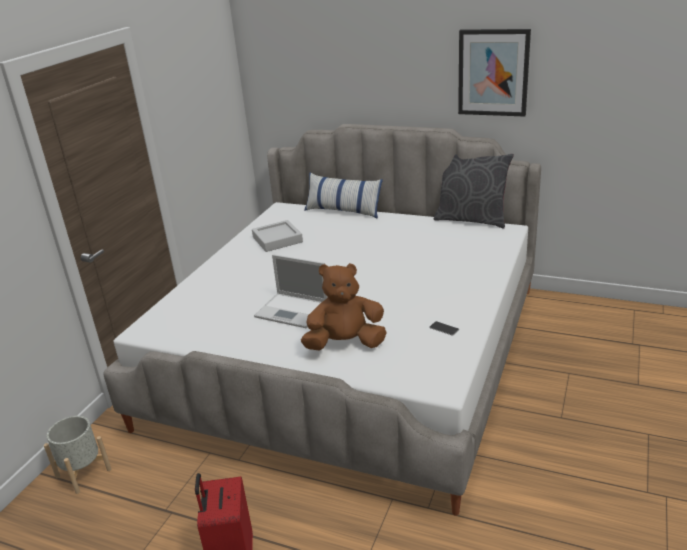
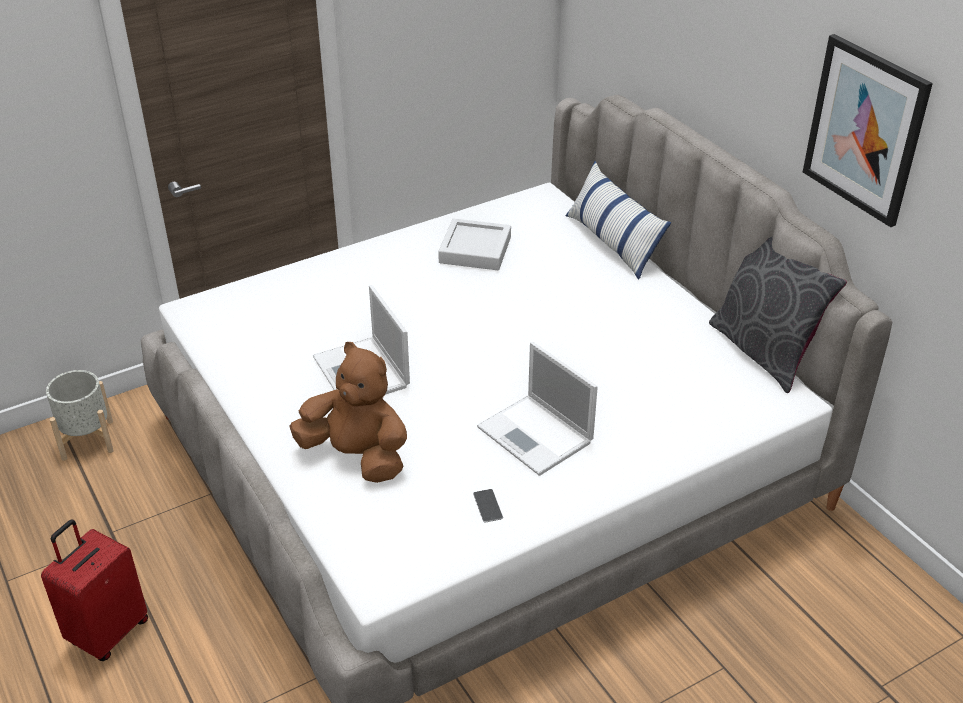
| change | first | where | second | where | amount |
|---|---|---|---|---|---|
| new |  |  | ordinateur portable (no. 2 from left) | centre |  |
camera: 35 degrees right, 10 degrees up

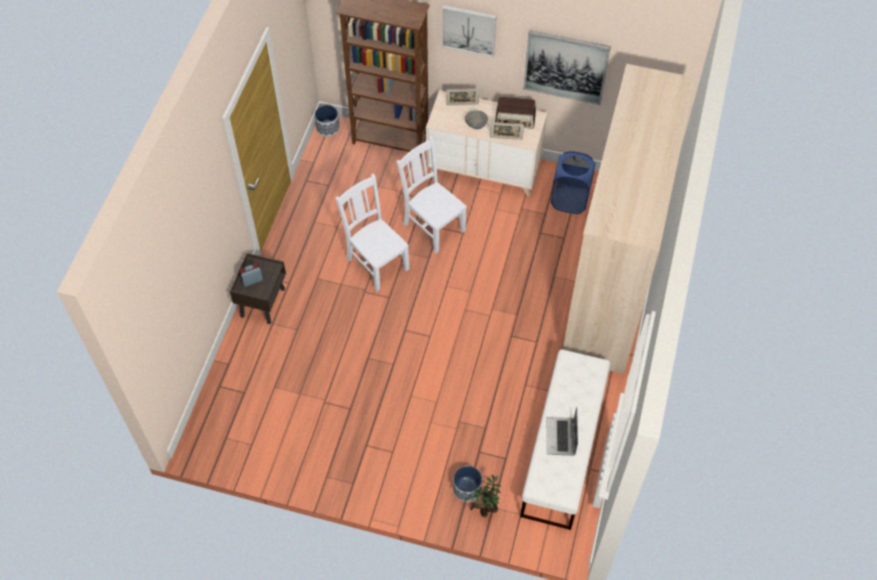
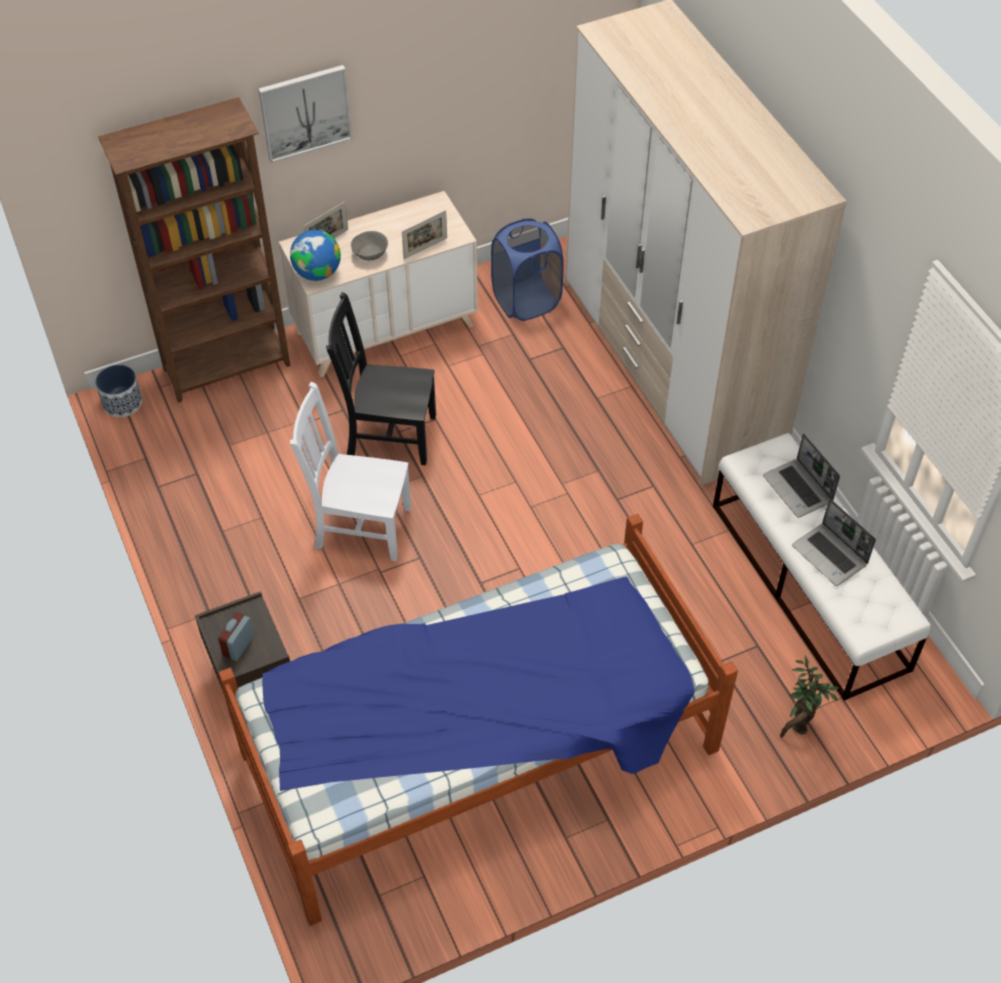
| change | first | where | second | where | amount |
|---|---|---|---|---|---|
| gone | tableau (no. 2 from left) | top centre |  |  |  |
| gone | radio | top centre |  |  |  |
| repainted | chaise [blanc] (no. 2 from left) | centre | chaise [noir] | centre |  |
| gone | cache-pot (no. 2 from left) | bottom centre |  |  |  |
| new |  |  | globe | top left |  |
| new |  |  | ordinateur portable (no. 1 from left) | middle right |  |
| new |  |  | lit | bottom centre |  |
camera: 40 degrees left, 5 degrees down

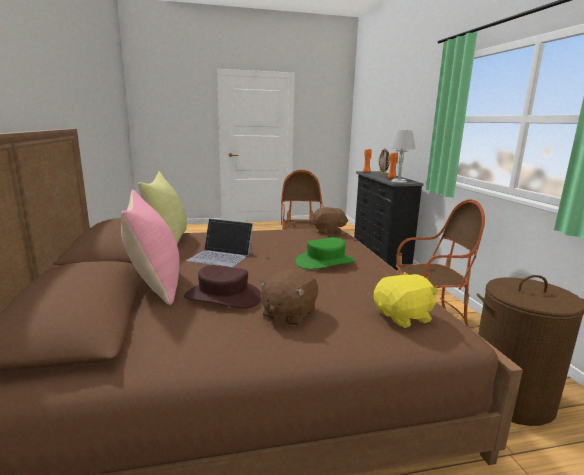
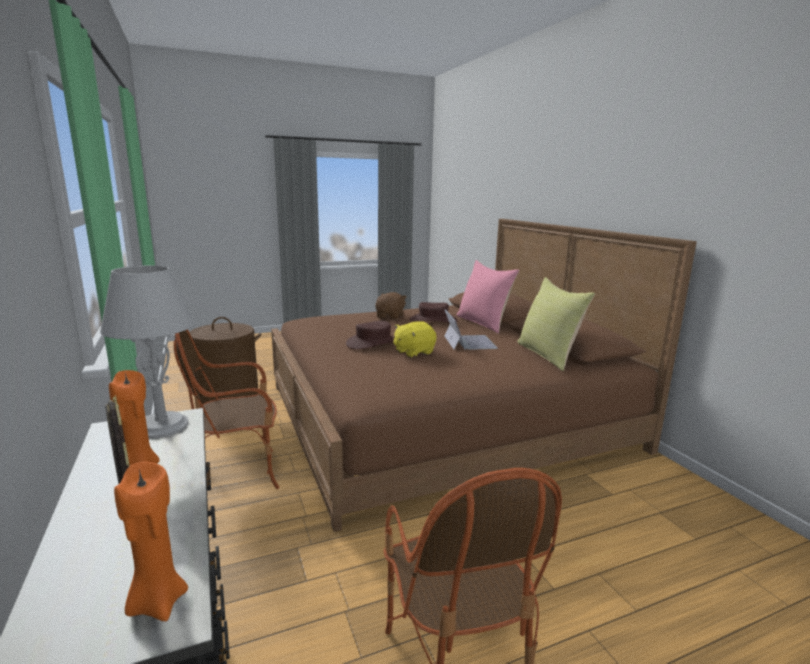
| change | first | where | second | where | amount |
|---|---|---|---|---|---|
| gone | peluche [marron] (no. 2 from left) | centre |  |  |  |
| rotated | ordinateur portable | centre |  | centre | 75 degrees clockwise |
| repainted | chapeau [vert] | centre | chapeau [marron] (no. 1 from left) | centre |  |
| shifted | peluche [jaune] | middle right |  | centre |  |
camera: 170 degrees right, 0 degrees up

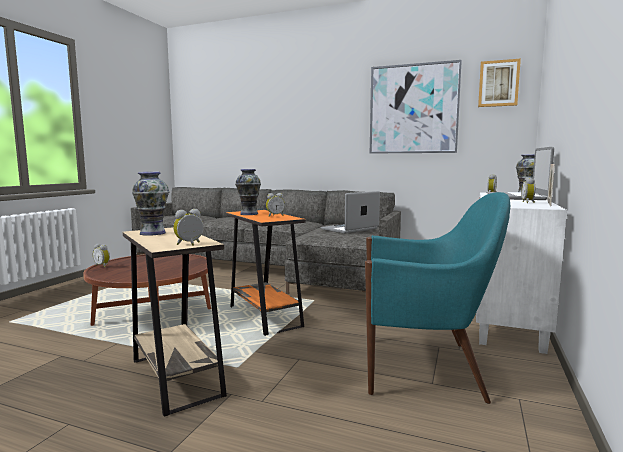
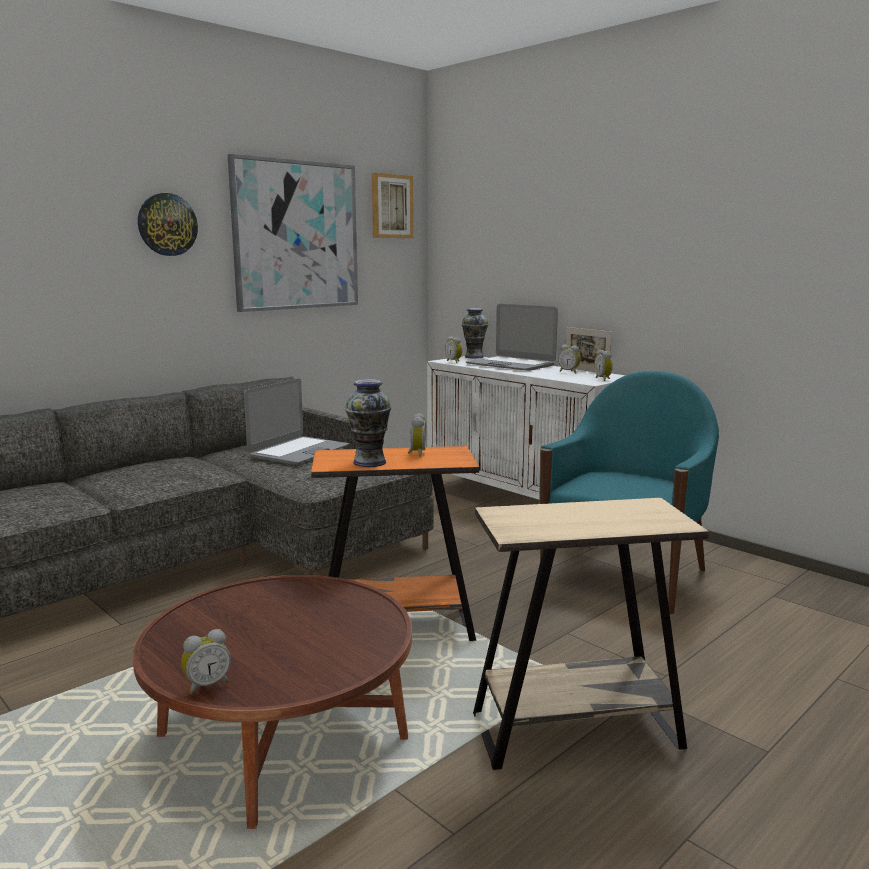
| change | first | where | second | where | amount |
|---|---|---|---|---|---|
| gone | vase (no. 1 from left) | middle left |  |  |  |
| rotated | ordinateur portable (no. 1 from left) | centre |  | centre | 135 degrees counterclockwise |
| shifted | réveil (no. 2 from left in the first image) | middle left | réveil (no. 5 from left) | middle right |  |
| new |  |  | horloge murale | top left |  |
camera: 65 degrees left, 5 degrees up

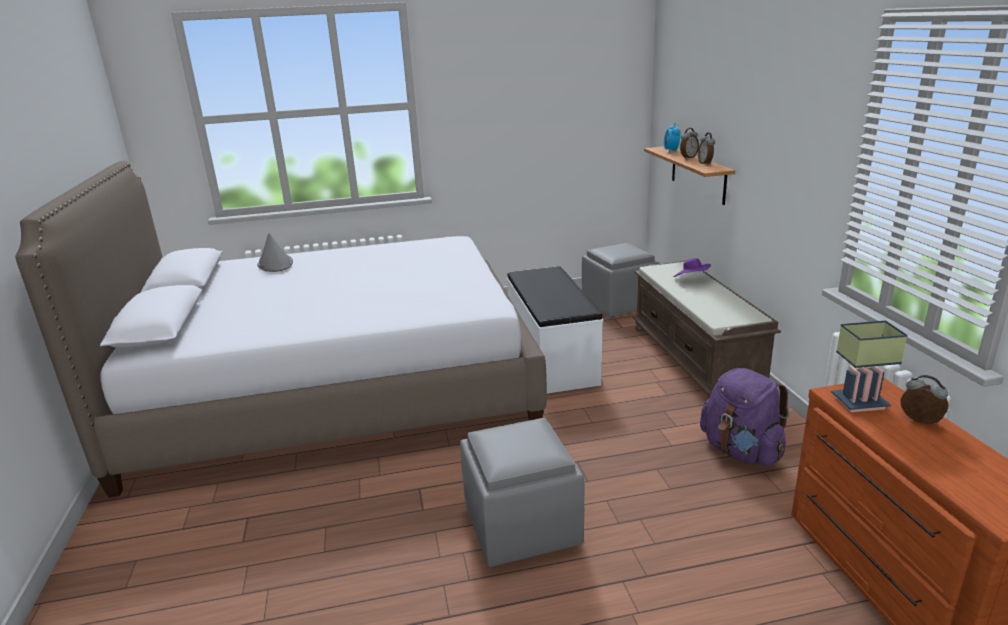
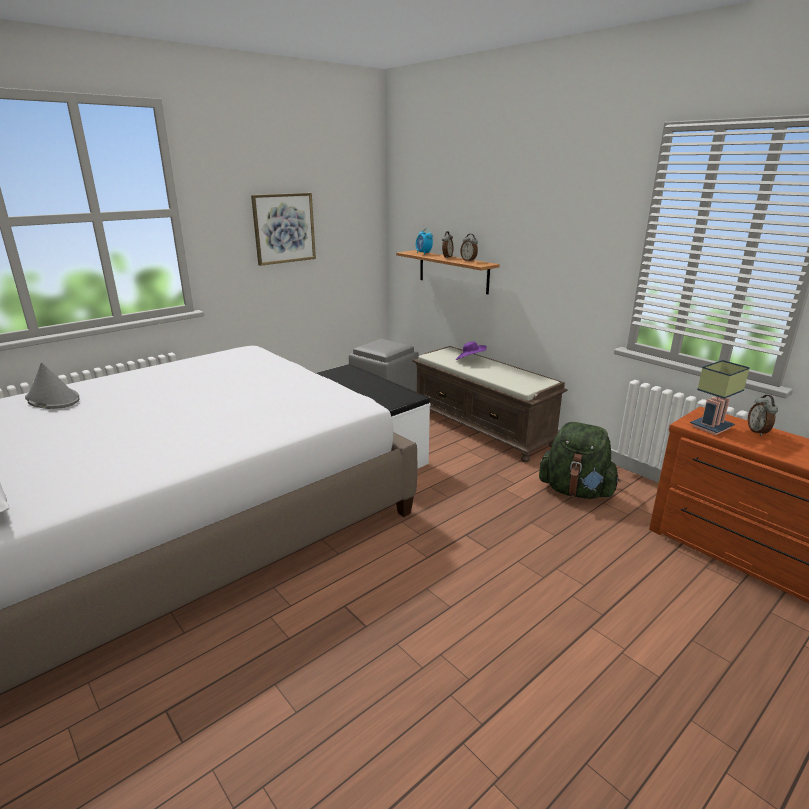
| change | first | where | second | where | amount |
|---|---|---|---|---|---|
| repainted | sac à dos [violet] | bottom right | sac à dos [vert] | middle right |  |
| rotated | réveil (no. 4 from left) | middle right |  | middle right | 105 degrees counterclockwise |
| gone | pouf [gris] (no. 1 from left) | bottom centre |  |  |  |
| new |  |  | tableau | top centre |  |
camera: 30 degrees left, 0 degrees up

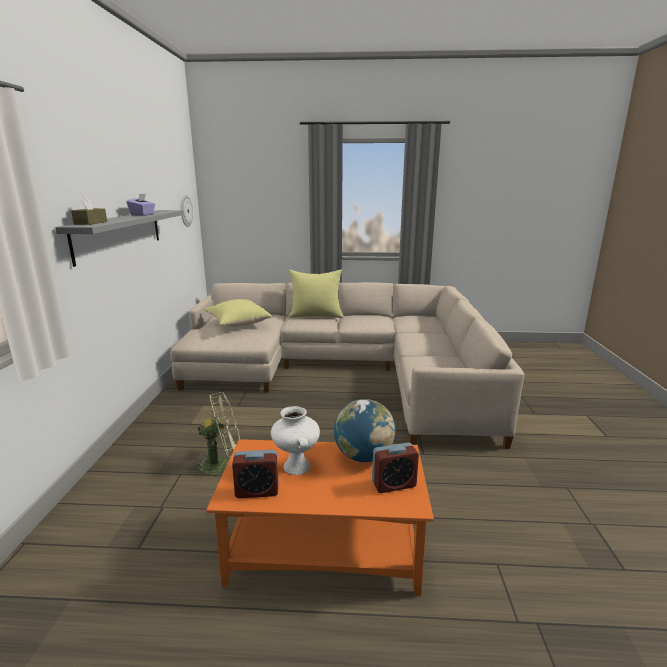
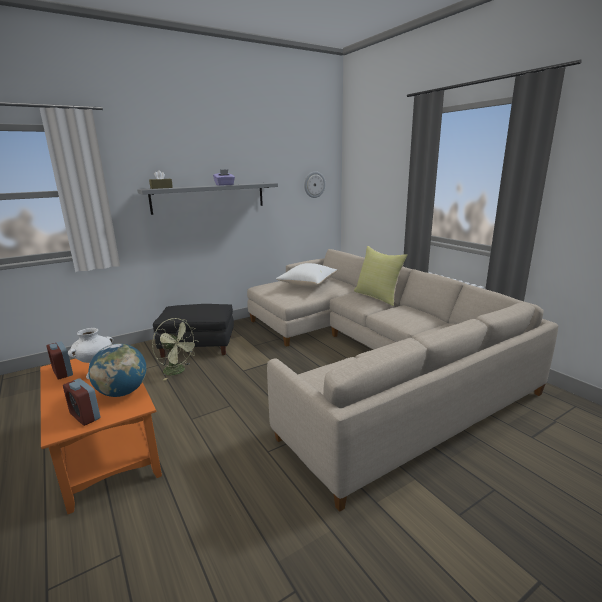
| change | first | where | second | where | amount |
|---|---|---|---|---|---|
| repainted | coussin [jaune] (no. 1 from left) | centre | coussin [blanc] | centre |  |
| new |  |  | pouf [noir] | middle left |  |
camera: 55 degrees right, 0 degrees up

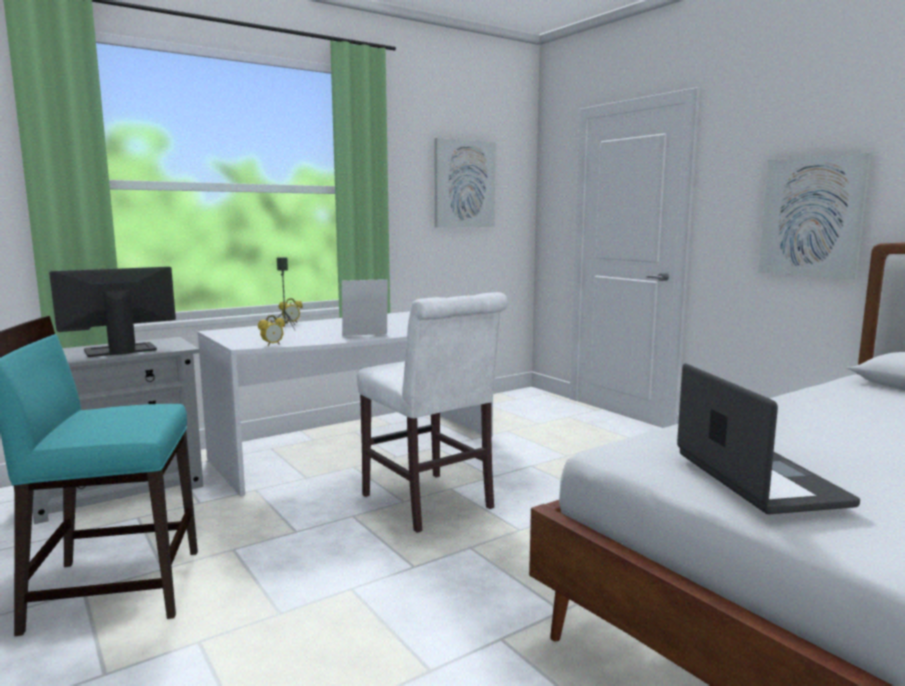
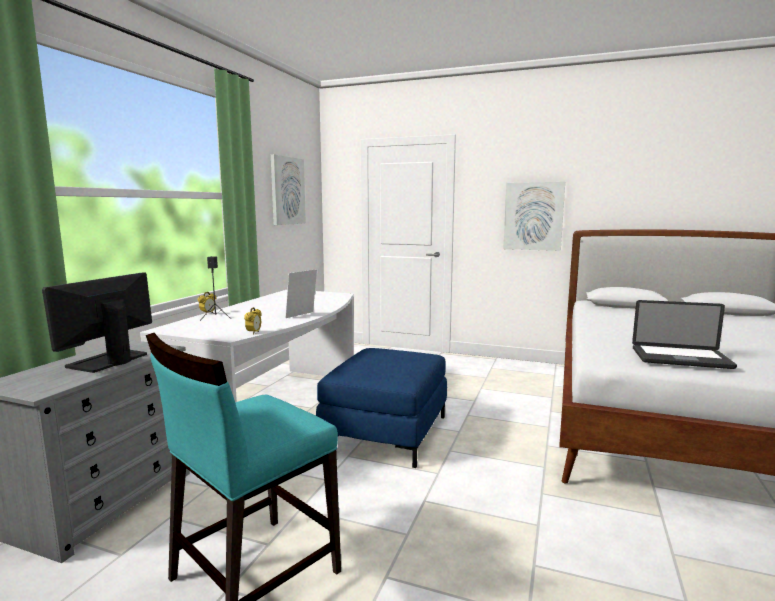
| change | first | where | second | where | amount |
|---|---|---|---|---|---|
| swapped | chaise [blanc] | centre | pouf [bleu] | bottom centre |  |
| rotated | ordinateur portable | middle right |  | middle right | 150 degrees clockwise |
camera: 35 degrees left, 0 degrees up

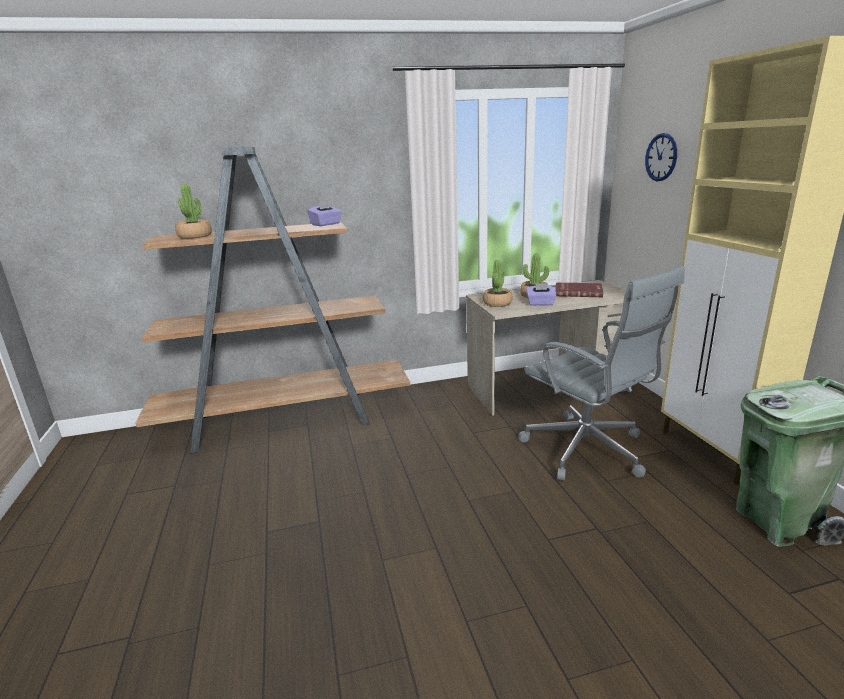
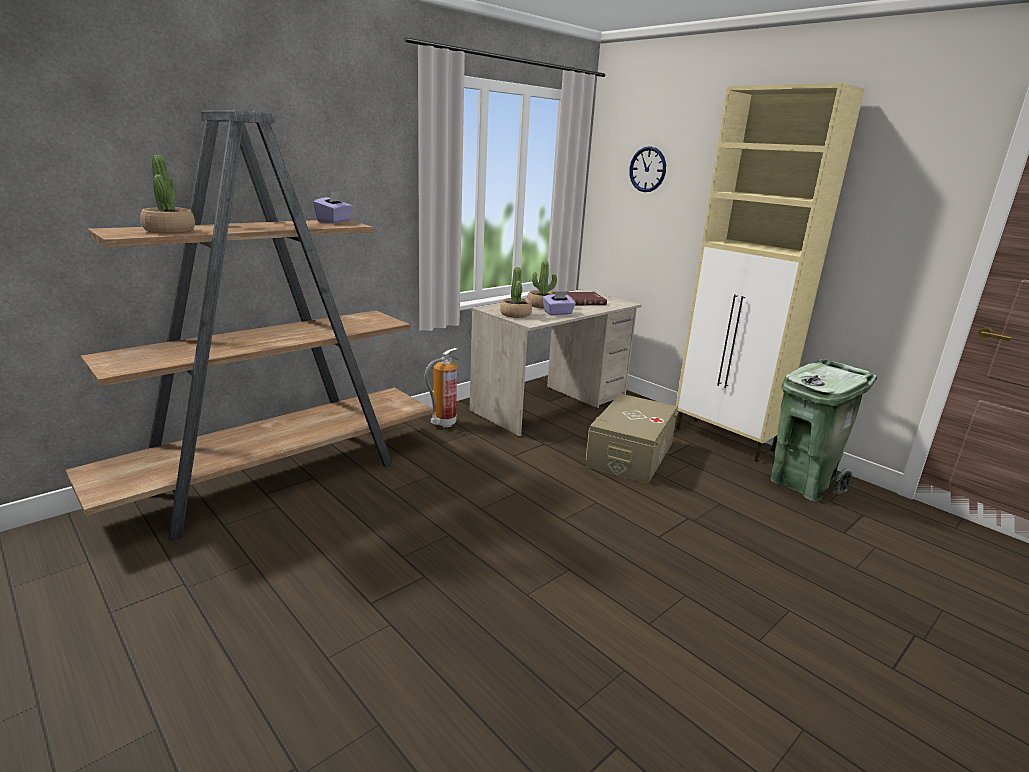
| change | first | where | second | where | amount |
|---|---|---|---|---|---|
| swapped | chaise de bureau [gris] | middle right | boîte de rangement [beige] | centre |  |
| new |  |  | extincteur | centre |  |
camera: 30 degrees left, 0 degrees up

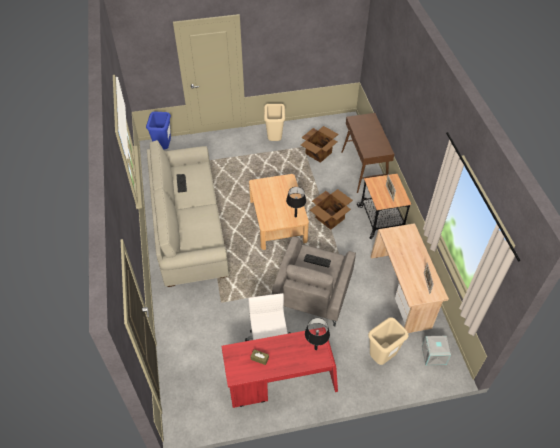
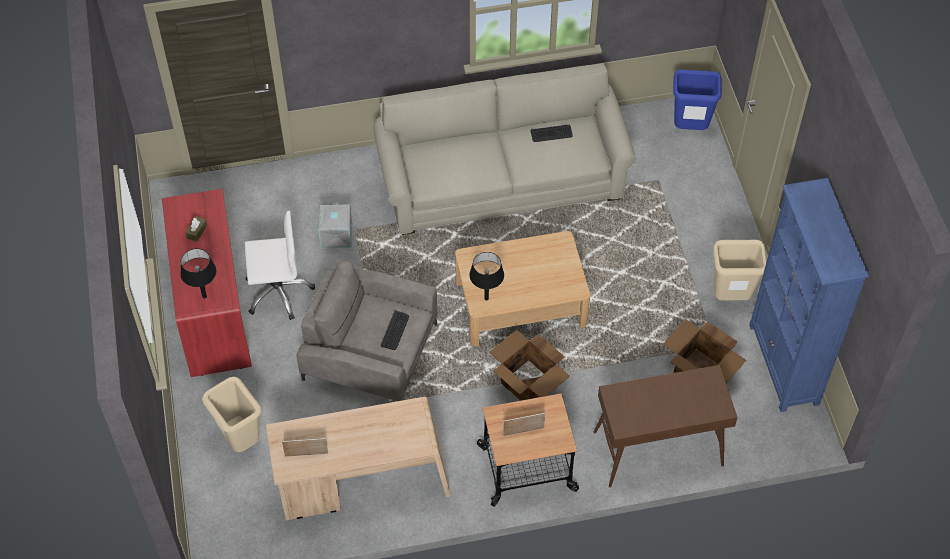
| change | first | where | second | where | amount |
|---|---|---|---|---|---|
| shifted | boîte de rangement [gris] | bottom right |  | centre |  |
| new |  |  | bibliothèque [bleu] | middle right |  |
camera: 90 degrees right, 5 degrees up

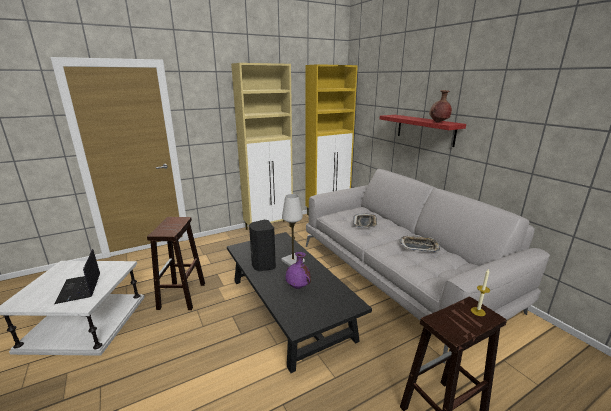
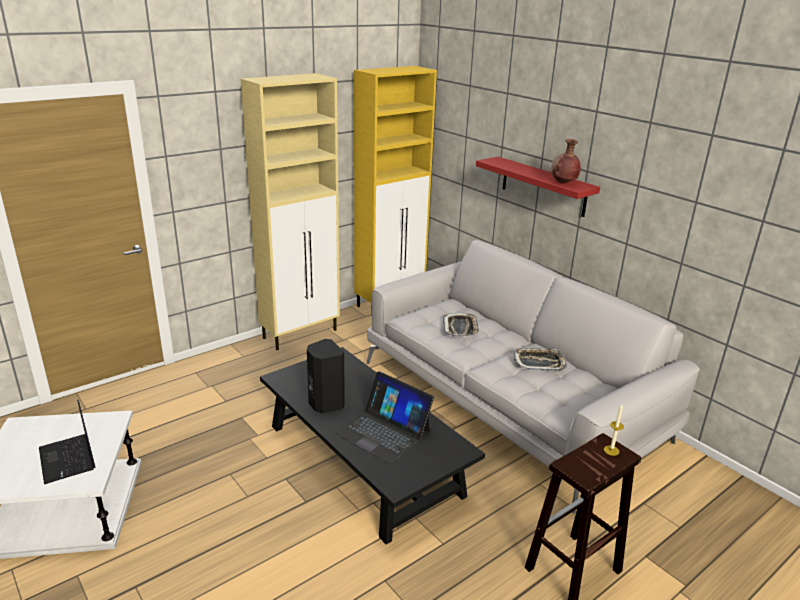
| change | first | where | second | where | amount |
|---|---|---|---|---|---|
| gone | lampe de table [blanc] | centre |  |  |  |
| gone | tabouret [marron] (no. 1 from left) | middle left |  |  |  |
| swapped | vase [violet] | centre | ordinateur portable (no. 2 from left) | bottom centre |  |
camera: 10 degrees left, 5 degrees up

